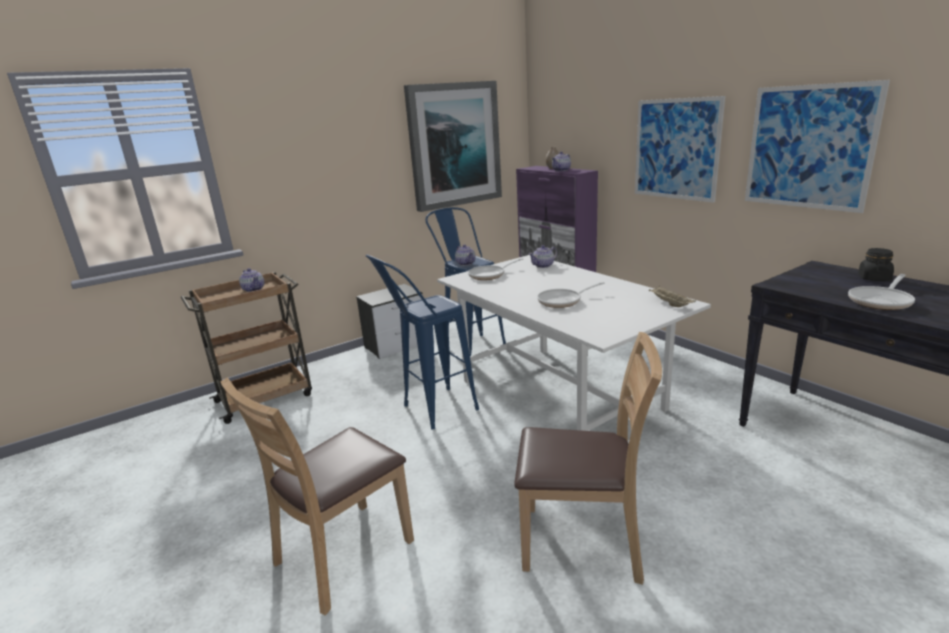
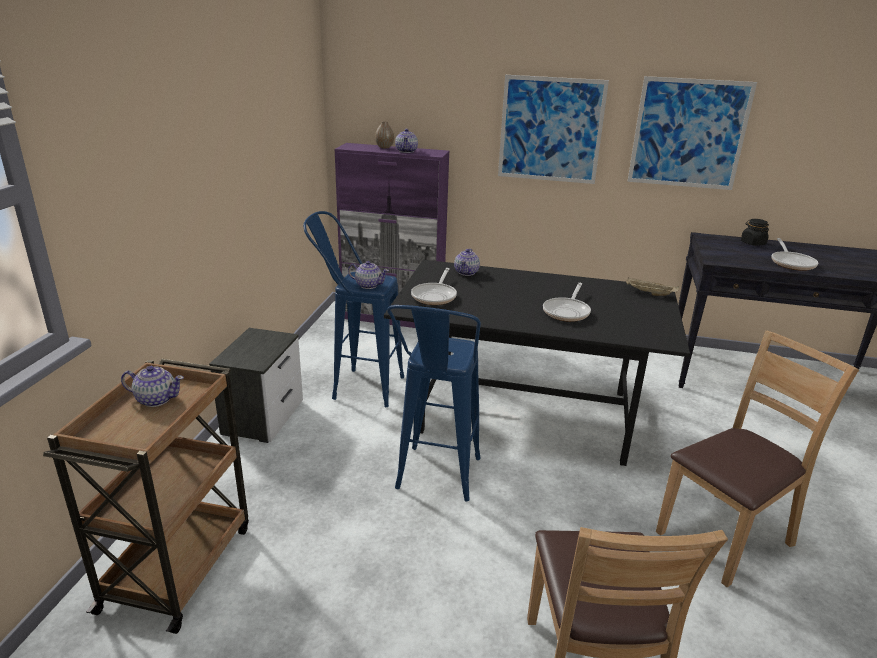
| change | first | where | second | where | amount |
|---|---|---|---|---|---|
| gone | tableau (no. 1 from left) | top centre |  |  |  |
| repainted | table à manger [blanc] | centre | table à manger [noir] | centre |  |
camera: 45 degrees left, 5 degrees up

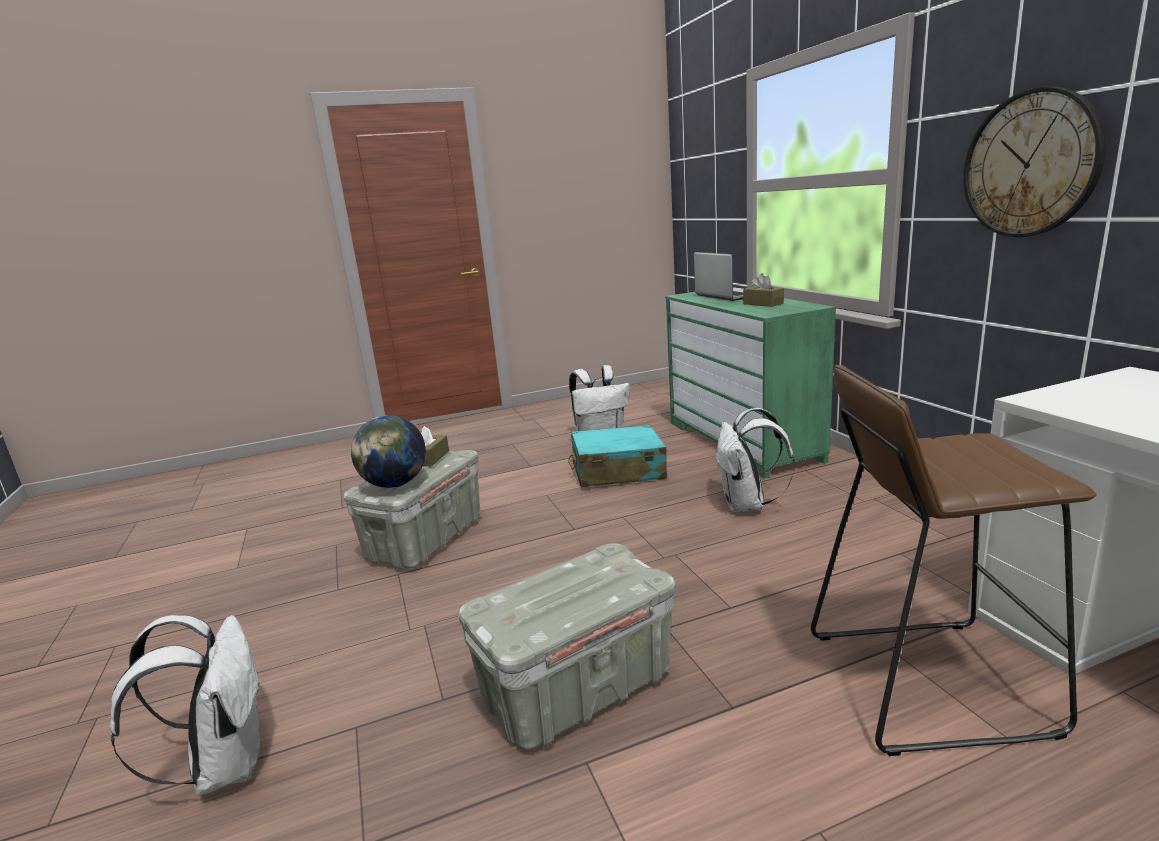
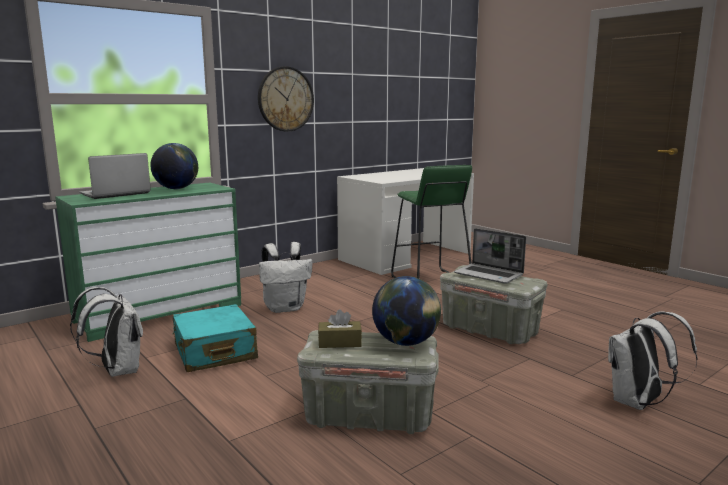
| change | first | where | second | where | amount |
|---|---|---|---|---|---|
| swapped | boîte à mouchoirs [marron] (no. 2 from left) | centre | globe (no. 1 from left) | middle left |  |
| repainted | tabouret [marron] | middle right | tabouret [vert] | centre |  |
| new |  |  | ordinateur portable (no. 2 from left) | middle right |  |
camera: 110 degrees left, 5 degrees down

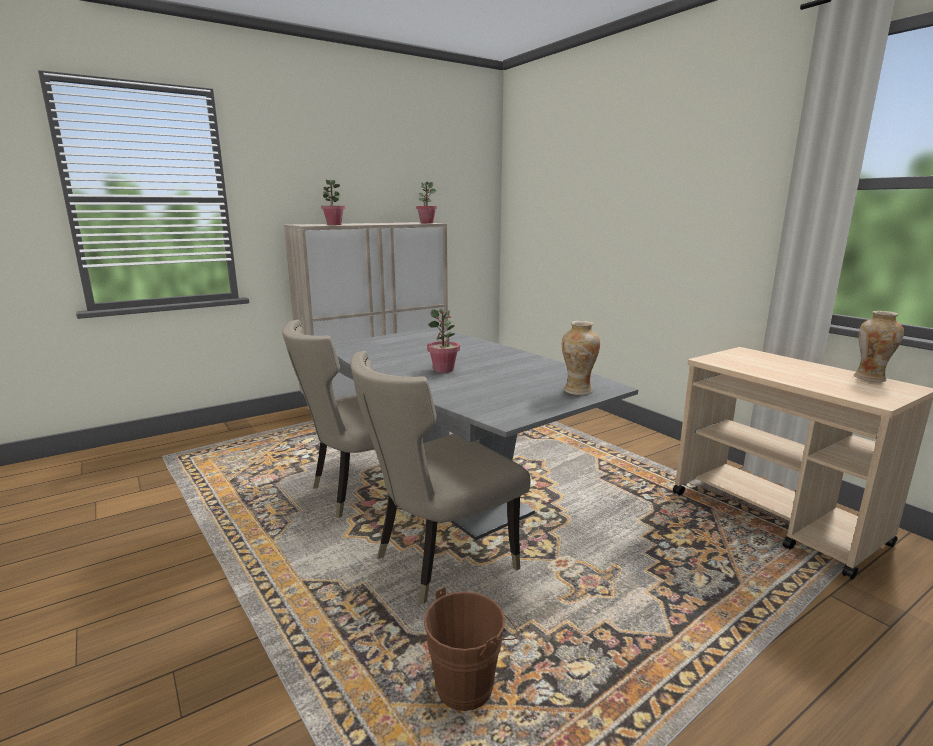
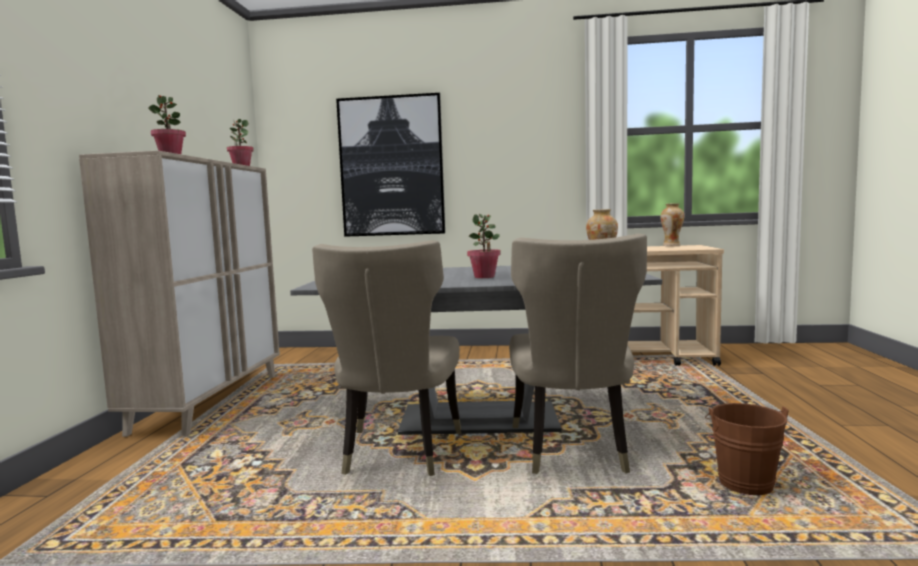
| change | first | where | second | where | amount |
|---|---|---|---|---|---|
| new |  |  | tableau | top centre |  |
camera: 50 degrees left, 10 degrees down

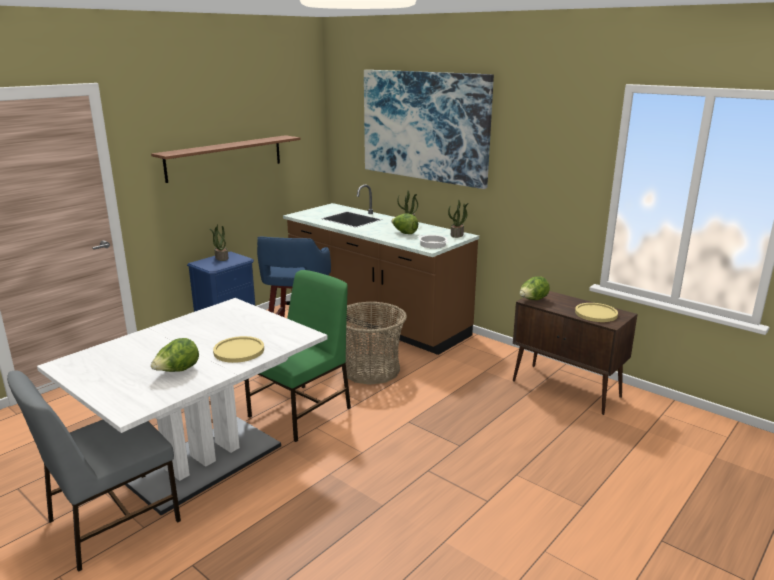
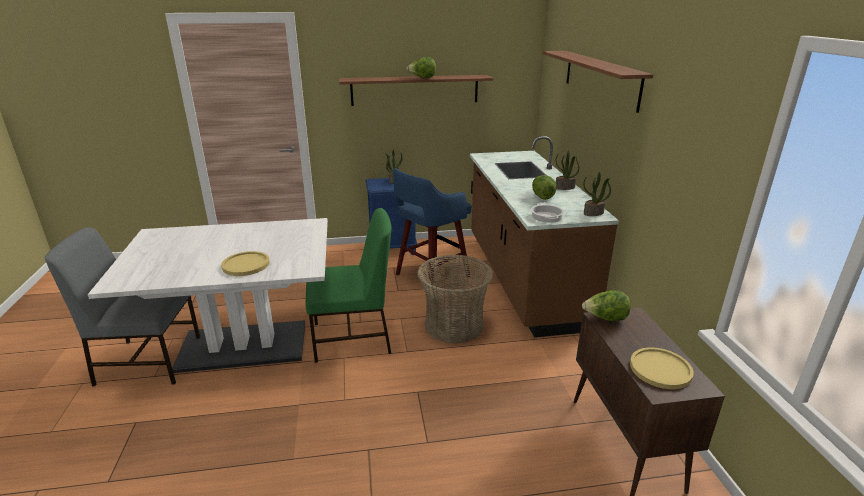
| change | first | where | second | where | amount |
|---|---|---|---|---|---|
| swapped | tableau | top centre | étagère (no. 2 from left) | top right |  |
| shifted | laitue (no. 1 from left) | middle left |  | top centre |  |
camera: 40 degrees right, 5 degrees up

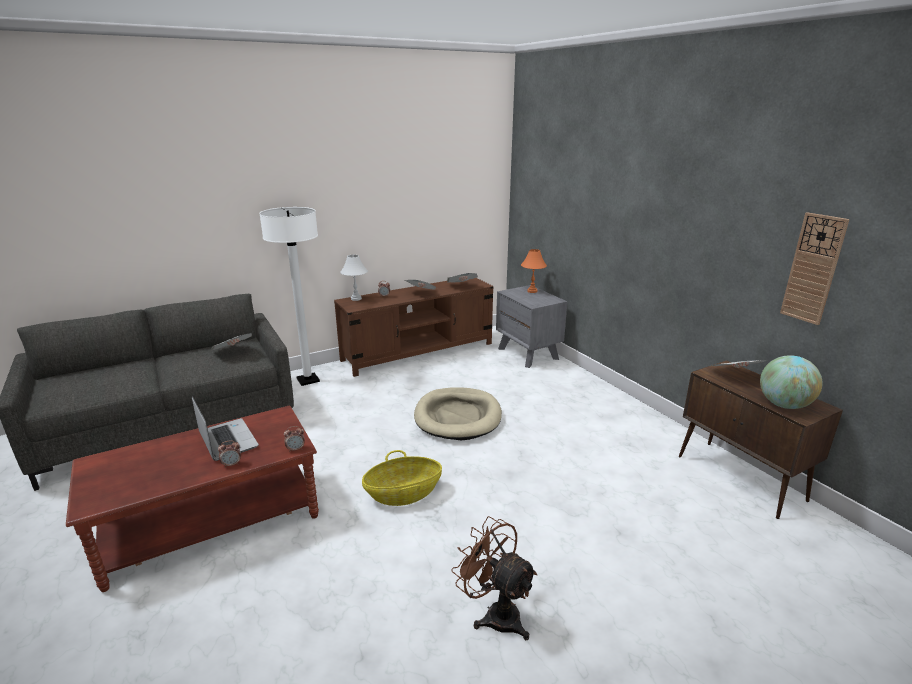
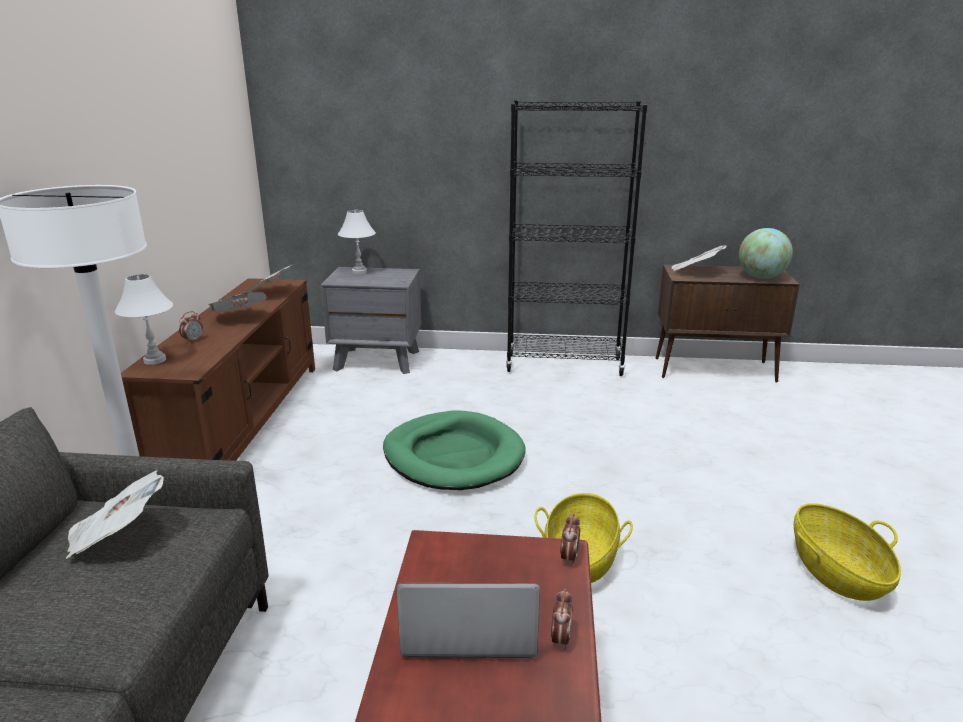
| change | first | where | second | where | amount |
|---|---|---|---|---|---|
| gone | horloge murale | middle right |  |  |  |
| repainted | lampe de table [orange] | centre | lampe de table [blanc] (no. 2 from left) | centre |  |
| repainted | panier pour chien [beige] | centre | panier pour chien [vert] | centre |  |
| swapped | ventilateur [marron] | bottom centre | panier (no. 2 from left) | bottom right |  |
| new |  |  | bibliothèque [noir] | top centre |  |
camera: 55 degrees left, 0 degrees up

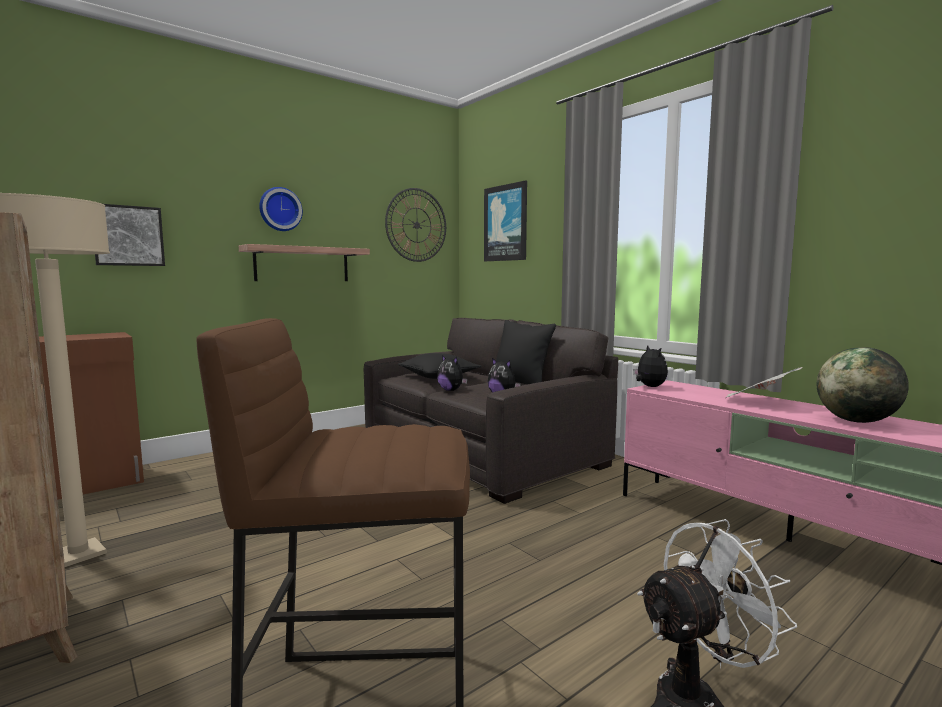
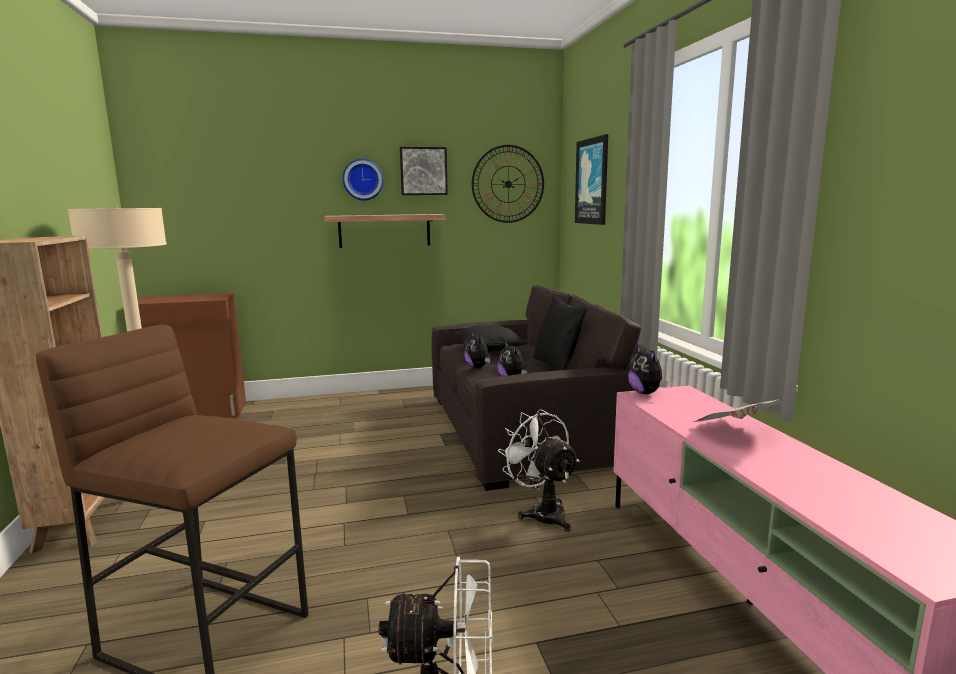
| change | first | where | second | where | amount |
|---|---|---|---|---|---|
| shifted | tableau (no. 1 from left) | top left |  | top centre |  |
| rotated | peluche (no. 3 from left) | middle right |  | middle right | 150 degrees clockwise |
| gone | globe | middle right |  |  |  |
| new |  |  | ventilateur [blanc] (no. 2 from left) | bottom centre |  |
camera: 25 degrees right, 5 degrees up

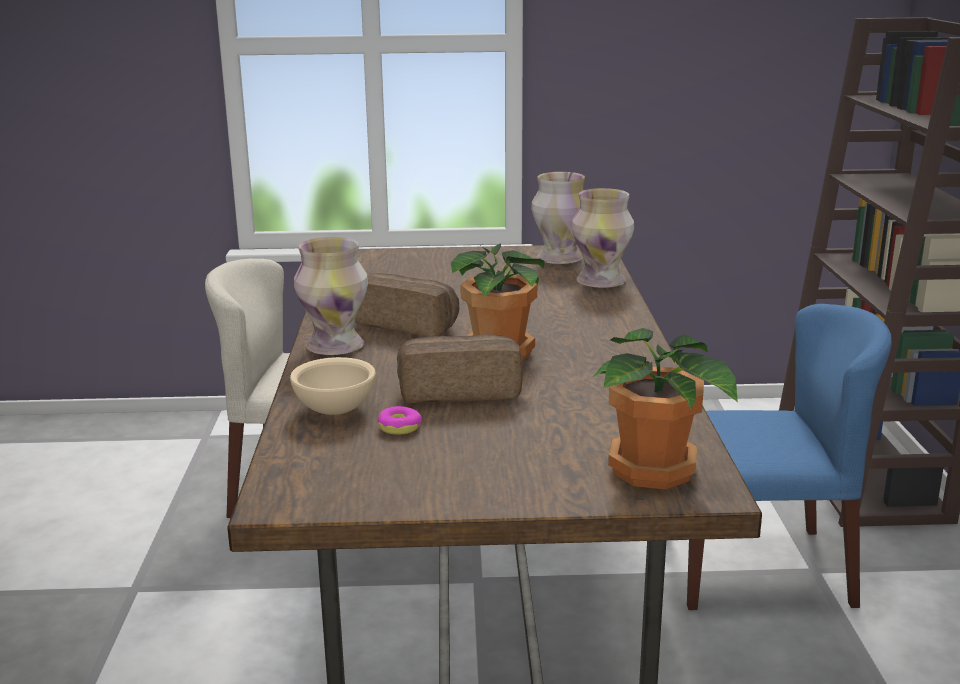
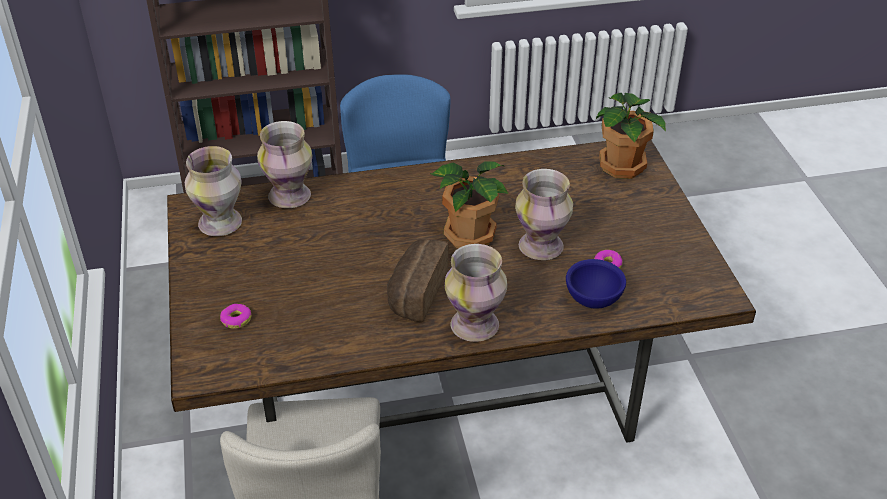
| change | first | where | second | where | amount |
|---|---|---|---|---|---|
| swapped | pain (no. 2 from left) | centre | vase (no. 4 from left) | centre |  |
| repainted | bol [beige] | centre | bol [bleu] | middle right |  |
| new |  |  | beignet (no. 1 from left) | middle left |  |
camera: 100 degrees left, 20 degrees up

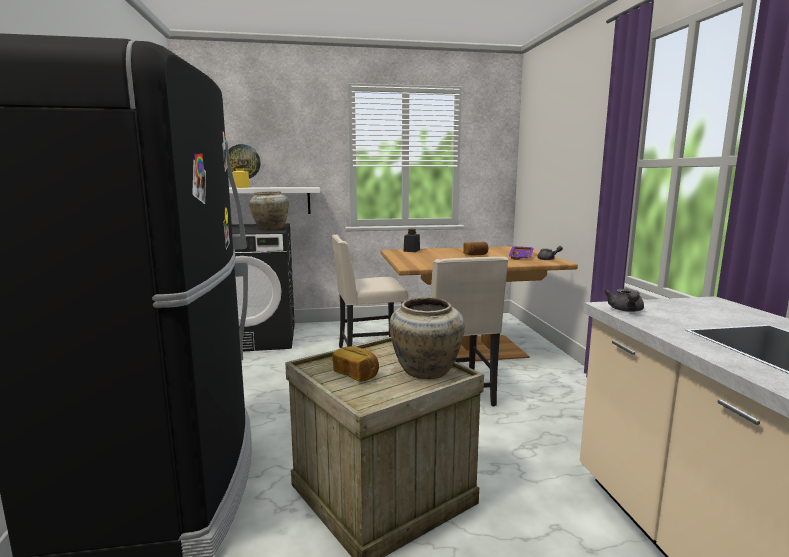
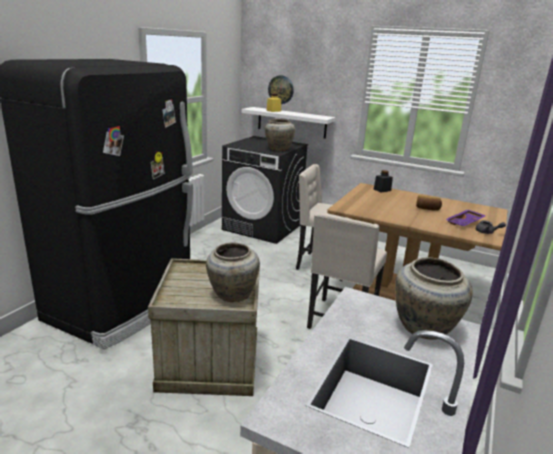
| change | first | where | second | where | amount |
|---|---|---|---|---|---|
| gone | théière [gris] (no. 2 from left) | middle right |  |  |  |
| gone | pain (no. 1 from left) | centre |  |  |  |
| new |  |  | vase [beige] (no. 3 from left) | middle right |  |
camera: 35 degrees right, 10 degrees up

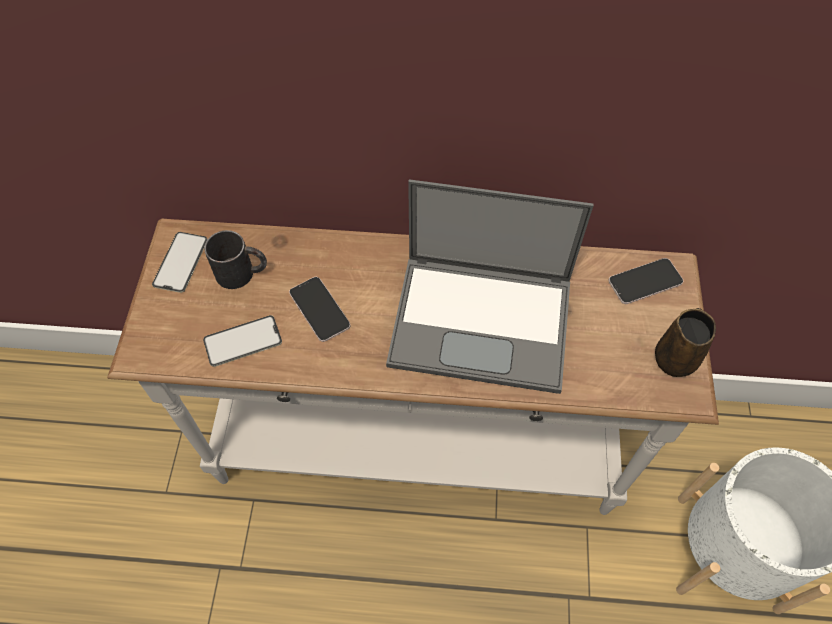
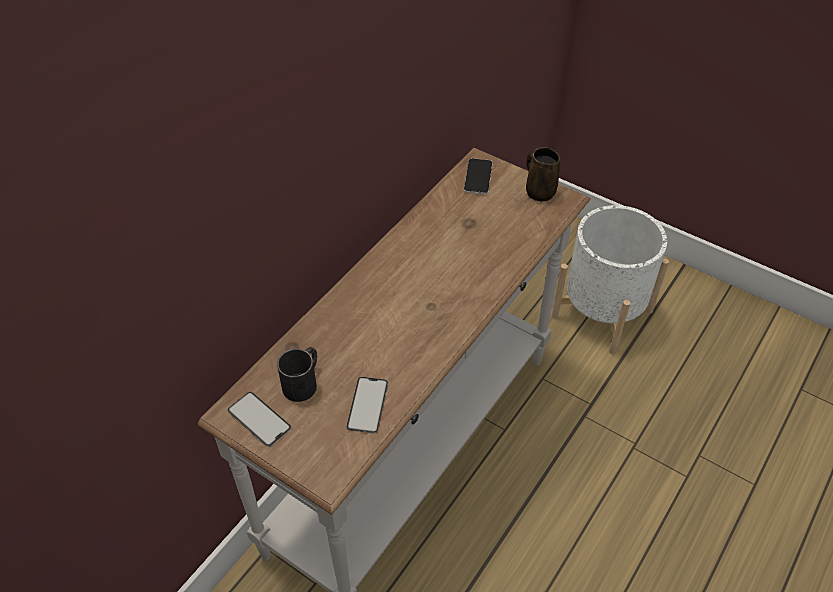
| change | first | where | second | where | amount |
|---|---|---|---|---|---|
| gone | ordinateur portable | centre |  |  |  |
| gone | téléphone (no. 3 from left) | centre |  |  |  |
camera: 60 degrees left, 10 degrees down

